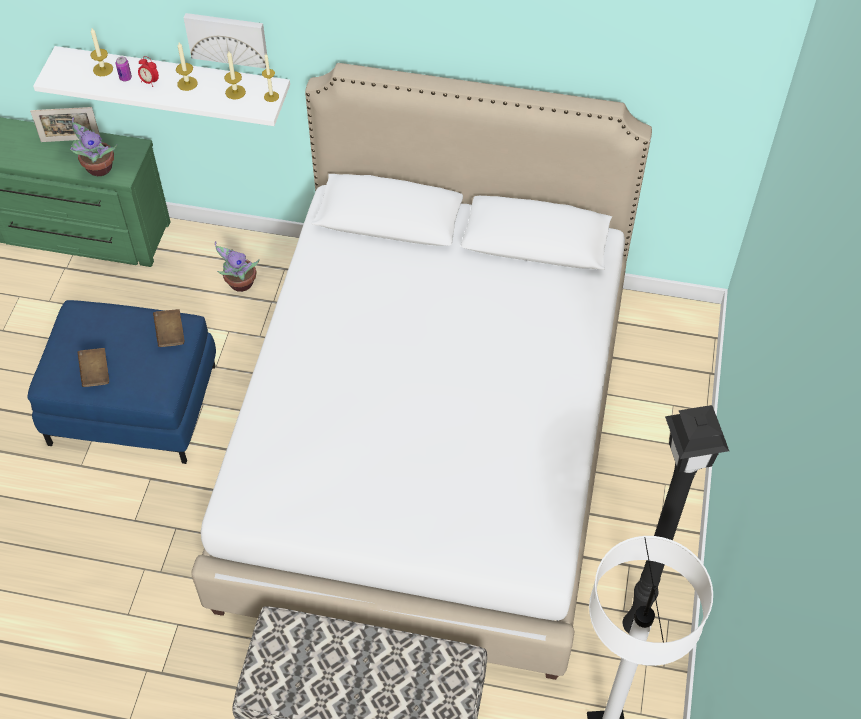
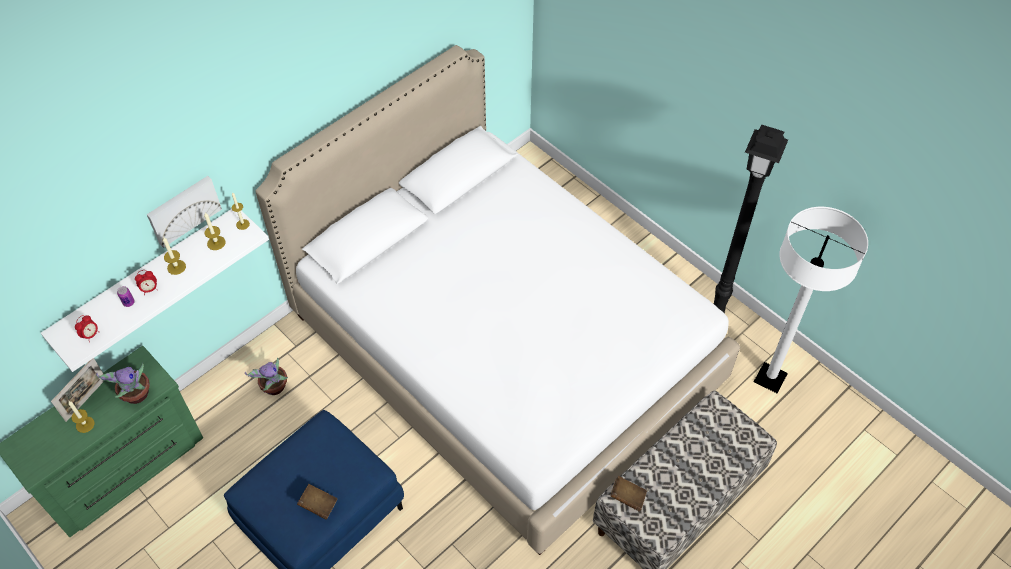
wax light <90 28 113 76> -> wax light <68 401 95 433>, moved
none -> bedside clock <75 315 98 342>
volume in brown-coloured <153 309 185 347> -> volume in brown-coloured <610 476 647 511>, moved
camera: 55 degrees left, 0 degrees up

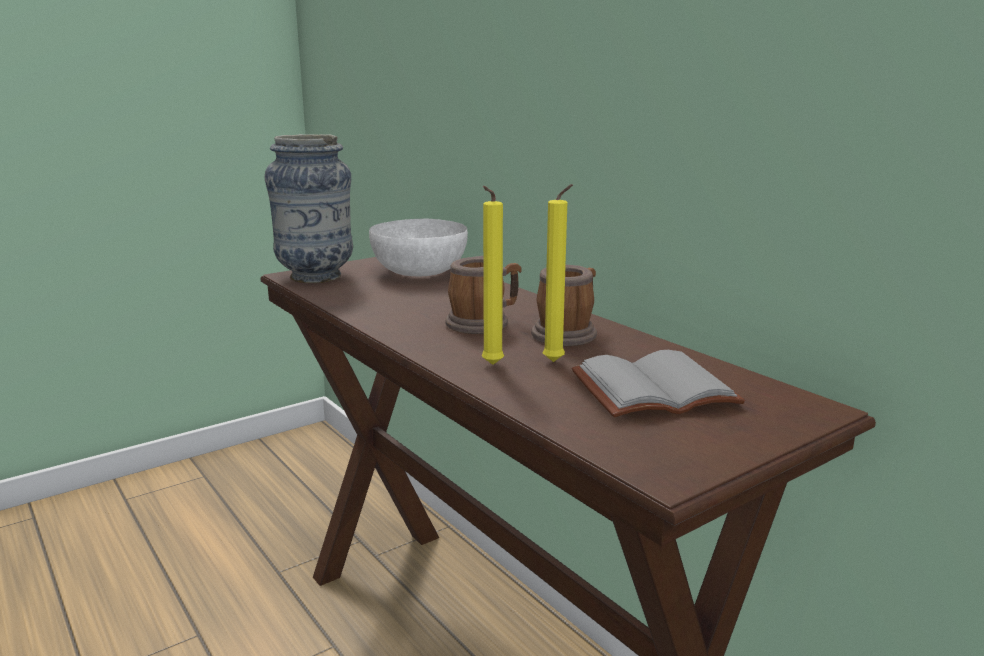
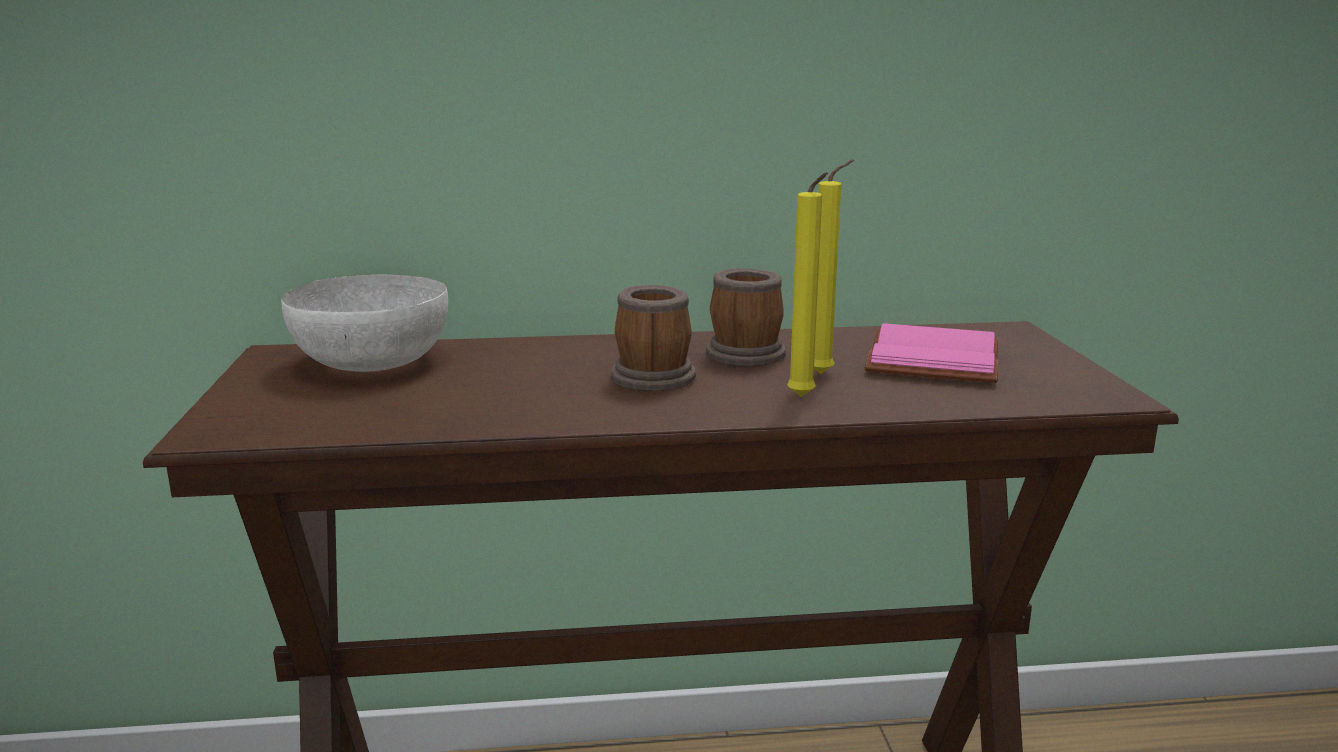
volume in greyish <572 350 745 418> -> volume in pink <865 323 998 383>
vase <265 134 353 283> -> none
camera: 60 degrees left, 0 degrees up

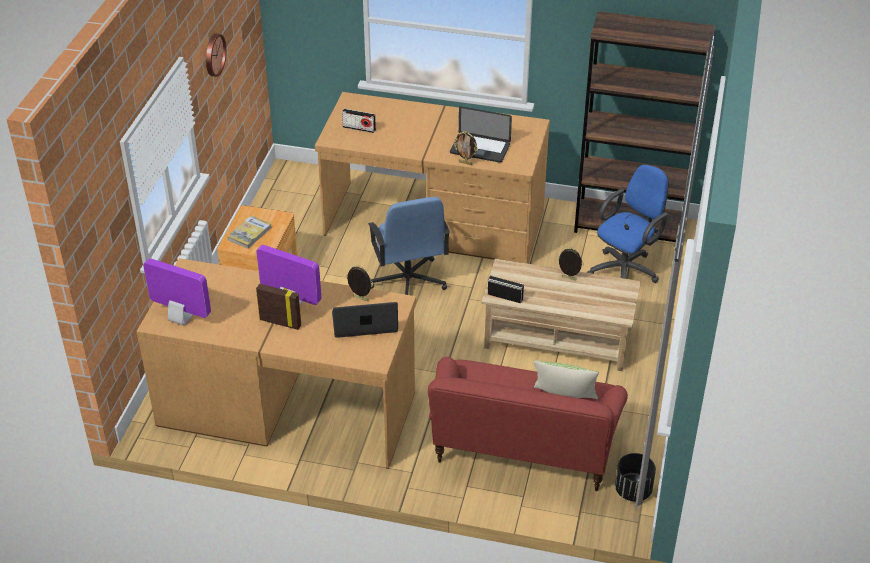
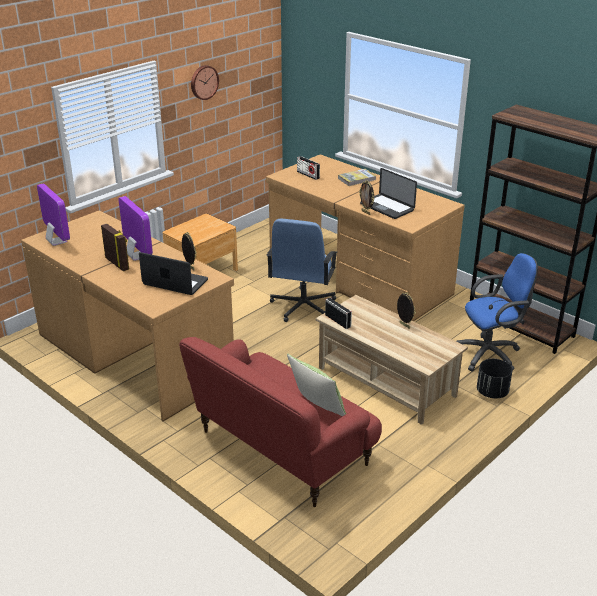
volume <227 215 272 249> -> volume <338 169 376 186>, moved
planter in black-coloured <615 453 656 502> -> planter in black-coloured <477 359 513 399>, moved
camera: 30 degrees right, 10 degrees down

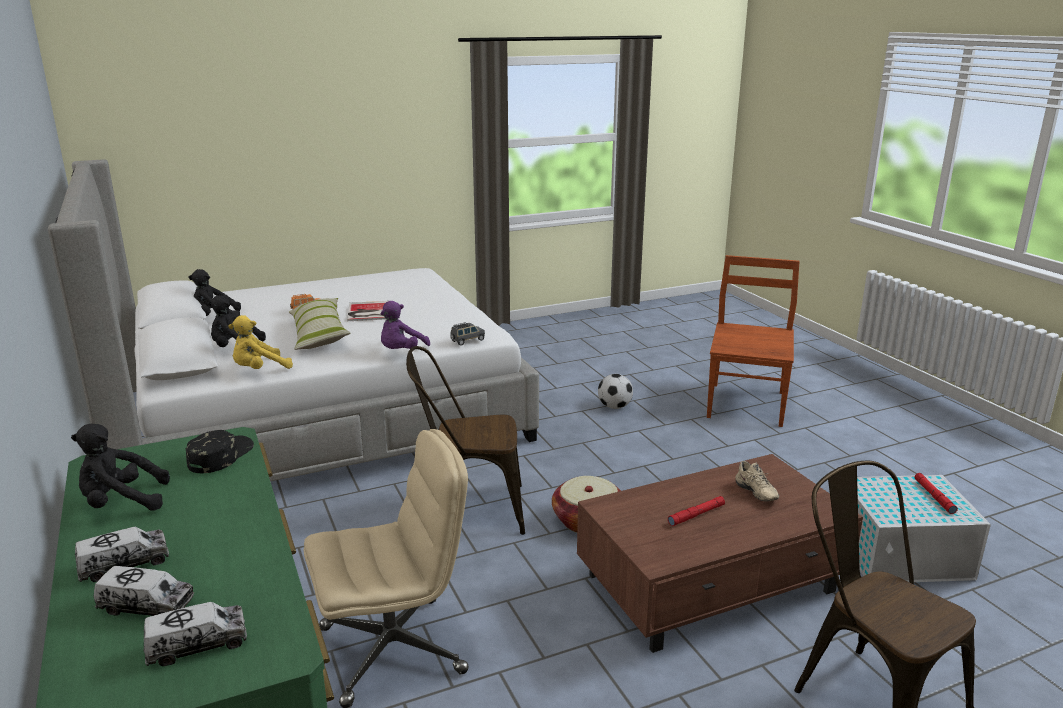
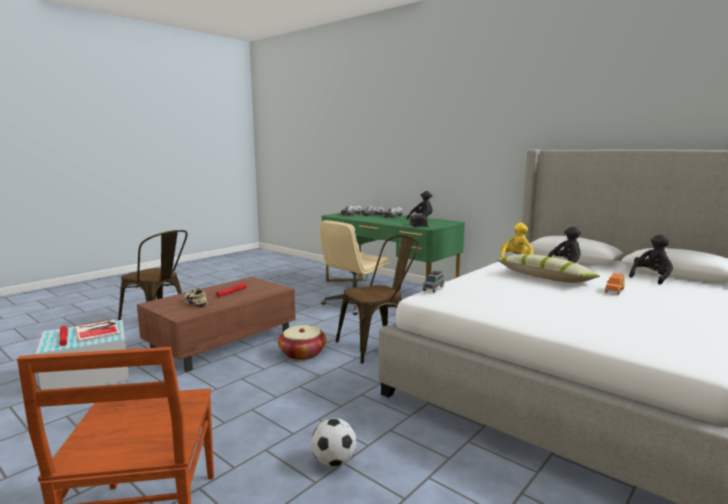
volume <347 301 388 321> -> volume <75 319 120 342>, moved
soft toy in purplish <380 301 430 349> -> none
camera: 155 degrees right, 10 degrees down

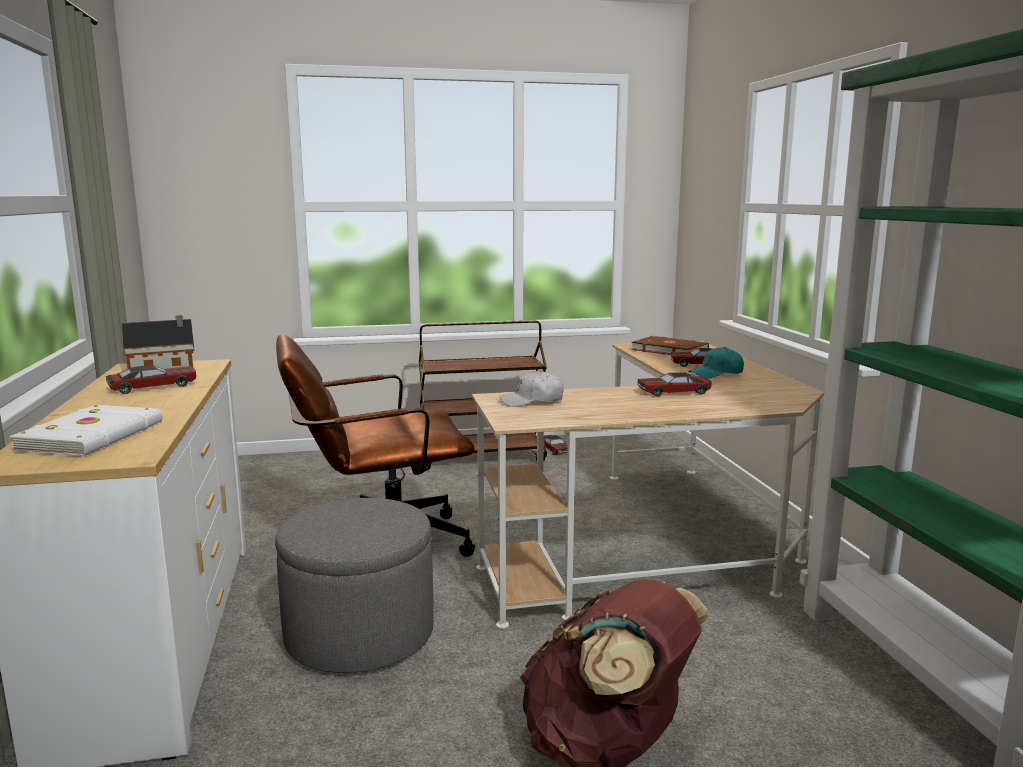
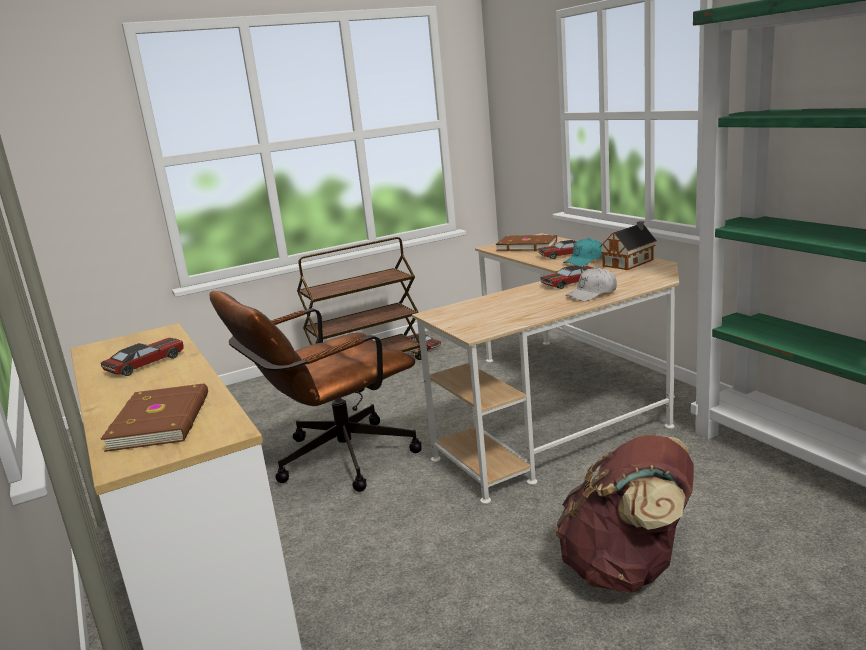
volume in white <9 405 163 456> -> volume in brown-coloured <101 383 208 452>
peaked cap in white <500 370 564 407> -> peaked cap in white <566 267 617 301>, moved
miniature house <122 315 195 369> -> miniature house <599 221 657 270>, moved
footrest in greyish <275 498 434 673> -> none
camera: 15 degrees left, 5 degrees up

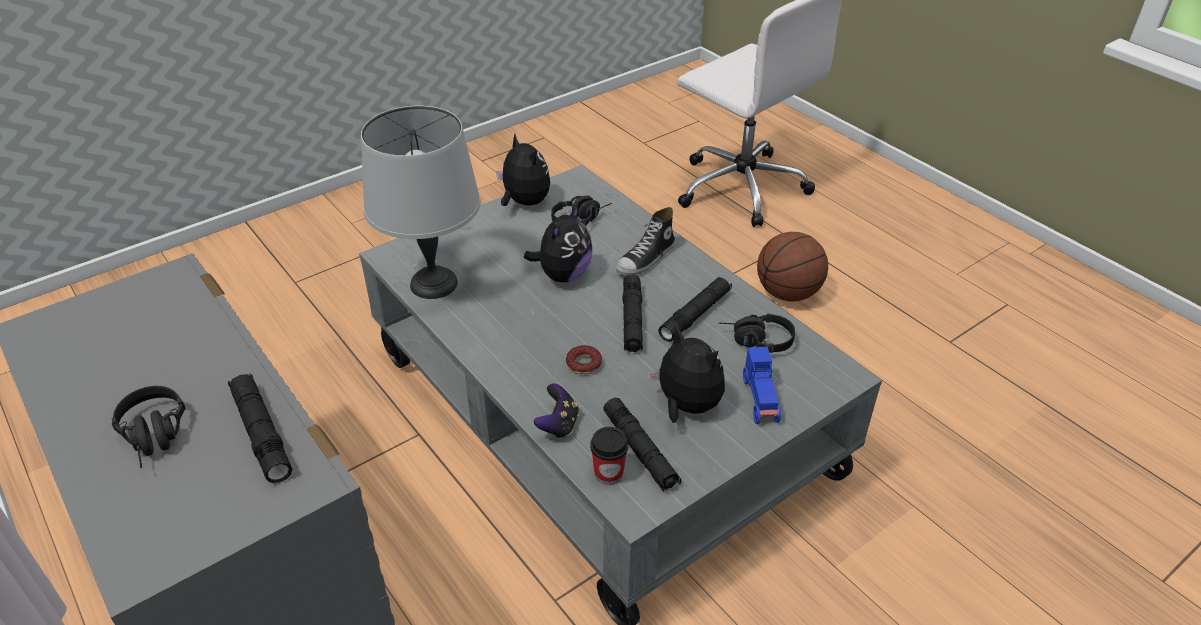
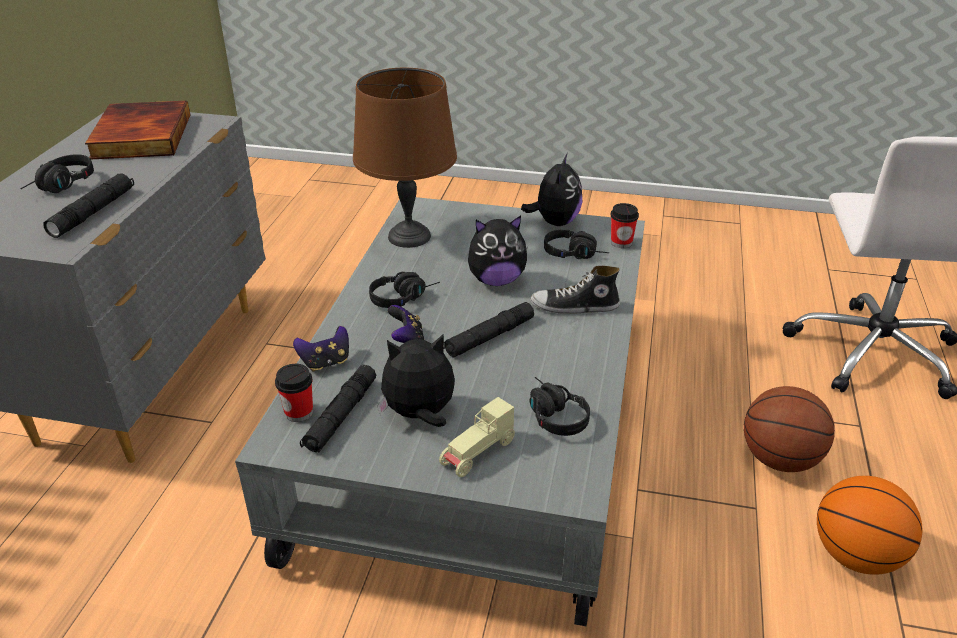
none -> volume <85 101 190 159>
lamp for a table in greyish <361 106 481 299> -> lamp for a table in brown-coloured <353 68 457 248>
none -> headset in black-coloured <369 272 440 308>
soft toy <647 326 725 423> -> soft toy <377 333 455 427>, 105 degrees counterclockwise
ring doughnut <566 345 602 375> -> joypad <388 305 425 343>
toy car in bluish <743 347 781 424> -> toy car in sand-coloured <439 397 515 477>
none -> cup <611 203 639 248>
none -> basketball <817 476 922 575>
torch in black-coloured <658 277 732 342> -> none
camera: 50 degrees right, 5 degrees down

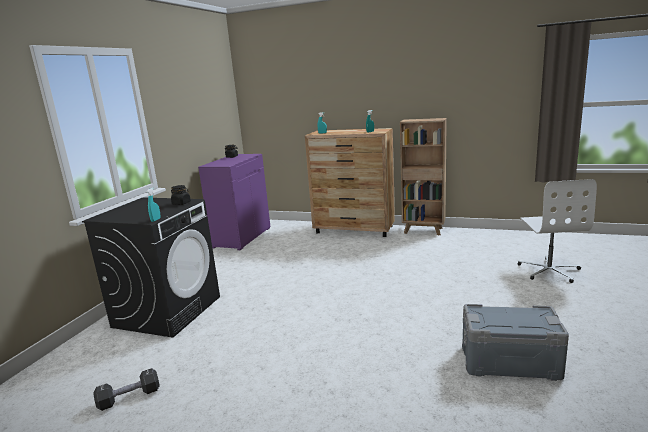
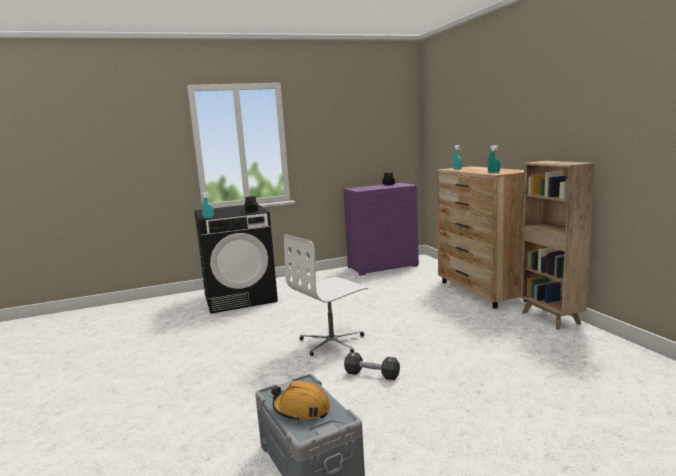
none -> safety helmet in orange <271 381 330 422>
desk chair in white <517 179 597 283> -> desk chair in white <284 234 368 356>, moved
free weight in black-coloured <93 368 160 411> -> free weight in black-coloured <344 352 400 380>, moved
camera: 50 degrees right, 5 degrees down

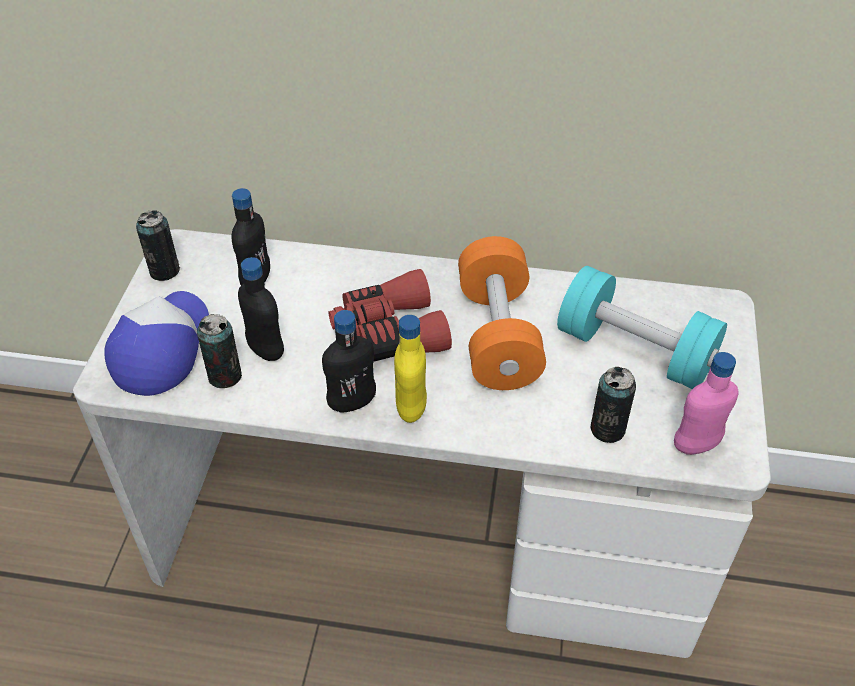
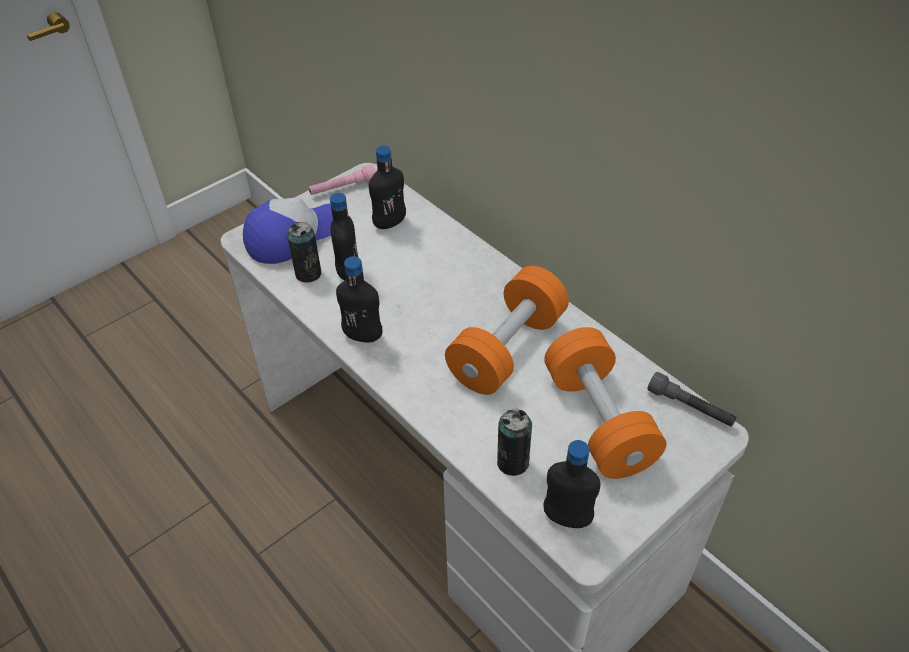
can <136 210 180 281> -> torch in pink <309 164 376 195>
free weight in turquoise <557 266 727 389> -> free weight in orange <544 327 666 479>
beverage bottle in pink <674 352 739 455> -> beverage bottle in black-coloured <544 440 600 528>
none -> torch in greyish <647 372 737 427>
pair of binoculars in reddish <329 269 452 362> -> none
beverage bottle in yellow-coloured <394 315 427 423> -> none
camera: 40 degrees right, 0 degrees up

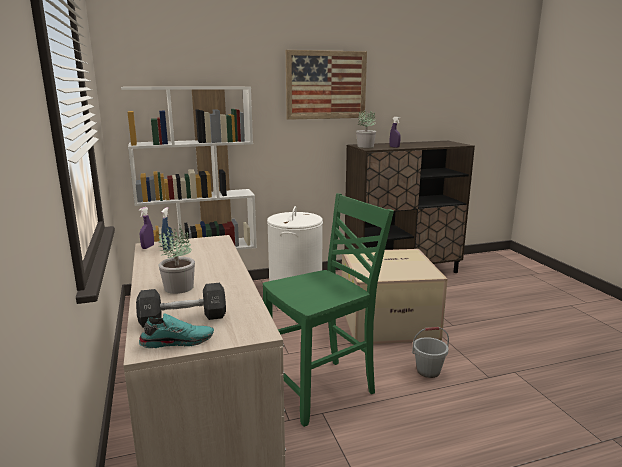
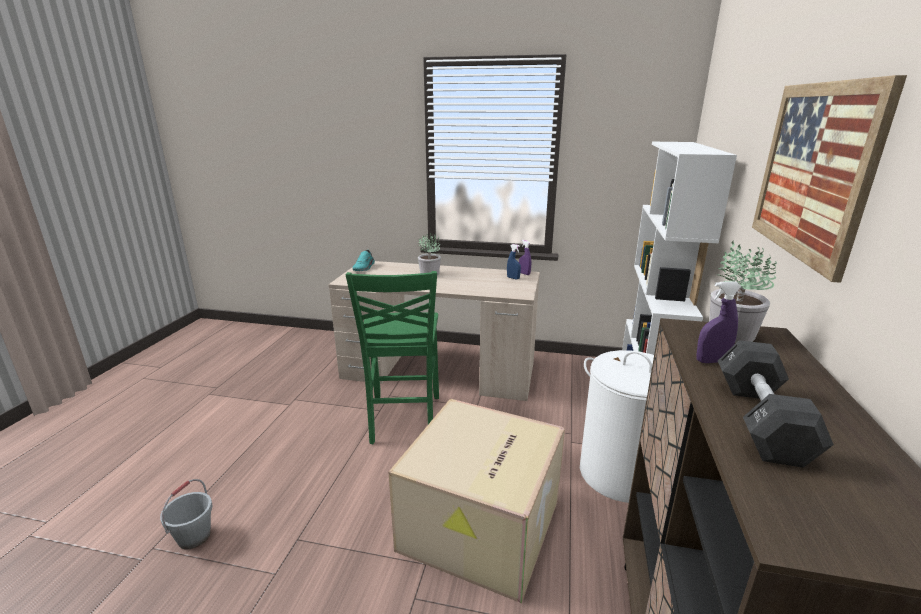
pail in greyish <412 327 449 378> -> pail in greyish <160 479 213 549>, moved
free weight in black-coloured <136 283 226 328> -> free weight in black-coloured <718 340 834 468>, moved
camera: 120 degrees right, 5 degrees up

